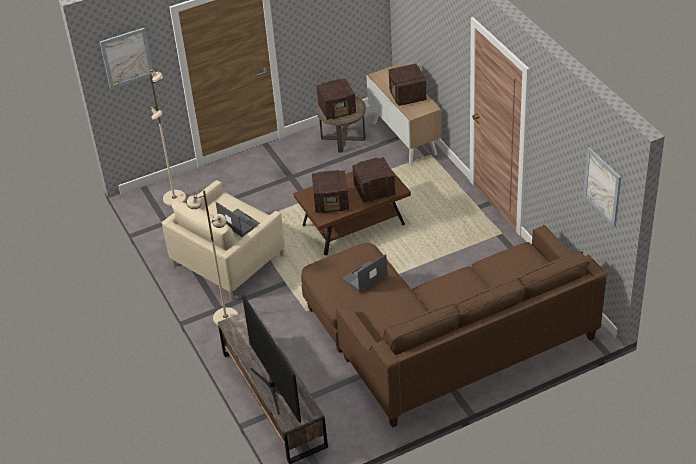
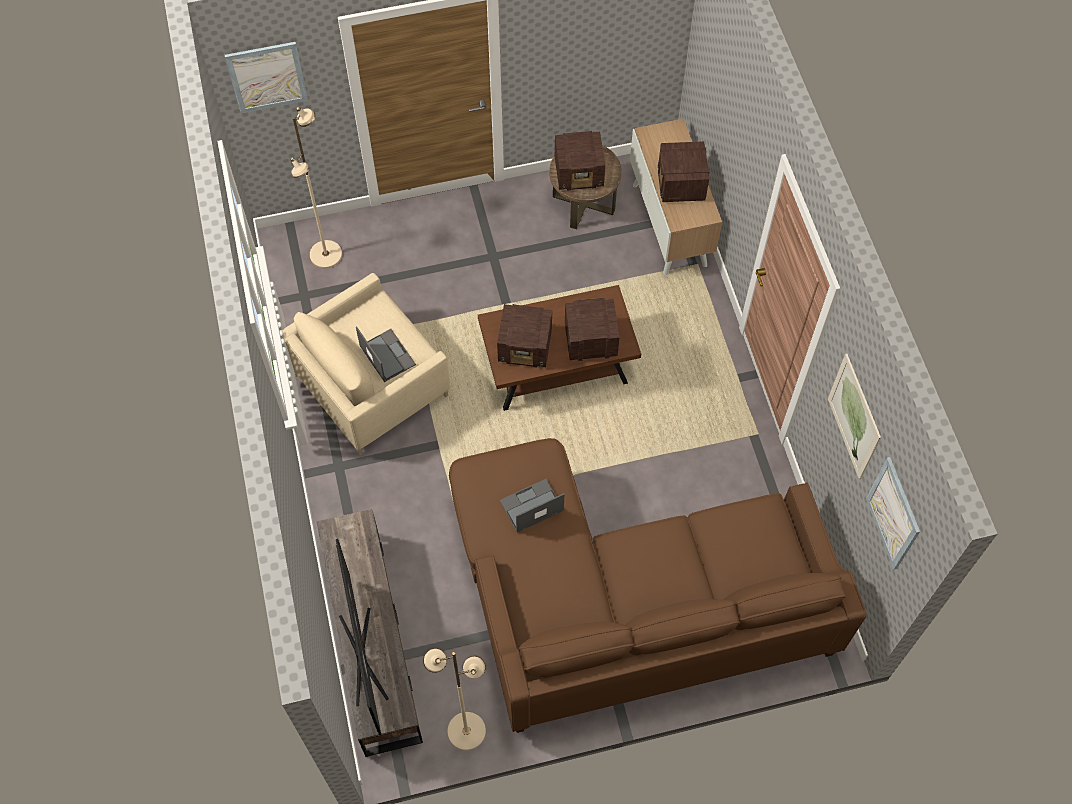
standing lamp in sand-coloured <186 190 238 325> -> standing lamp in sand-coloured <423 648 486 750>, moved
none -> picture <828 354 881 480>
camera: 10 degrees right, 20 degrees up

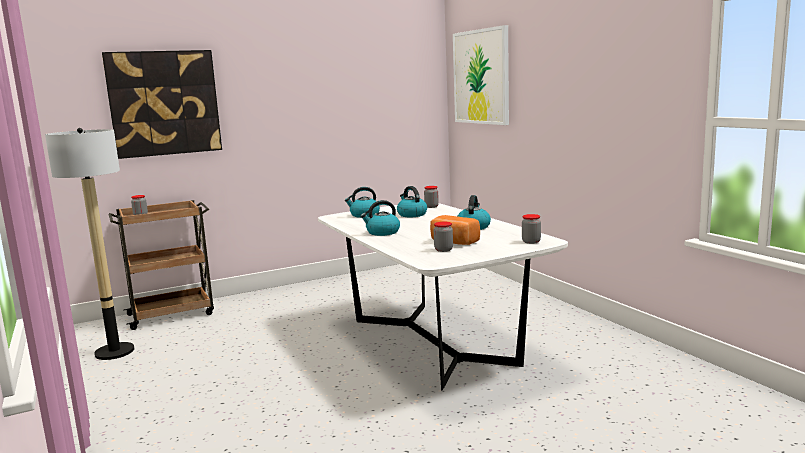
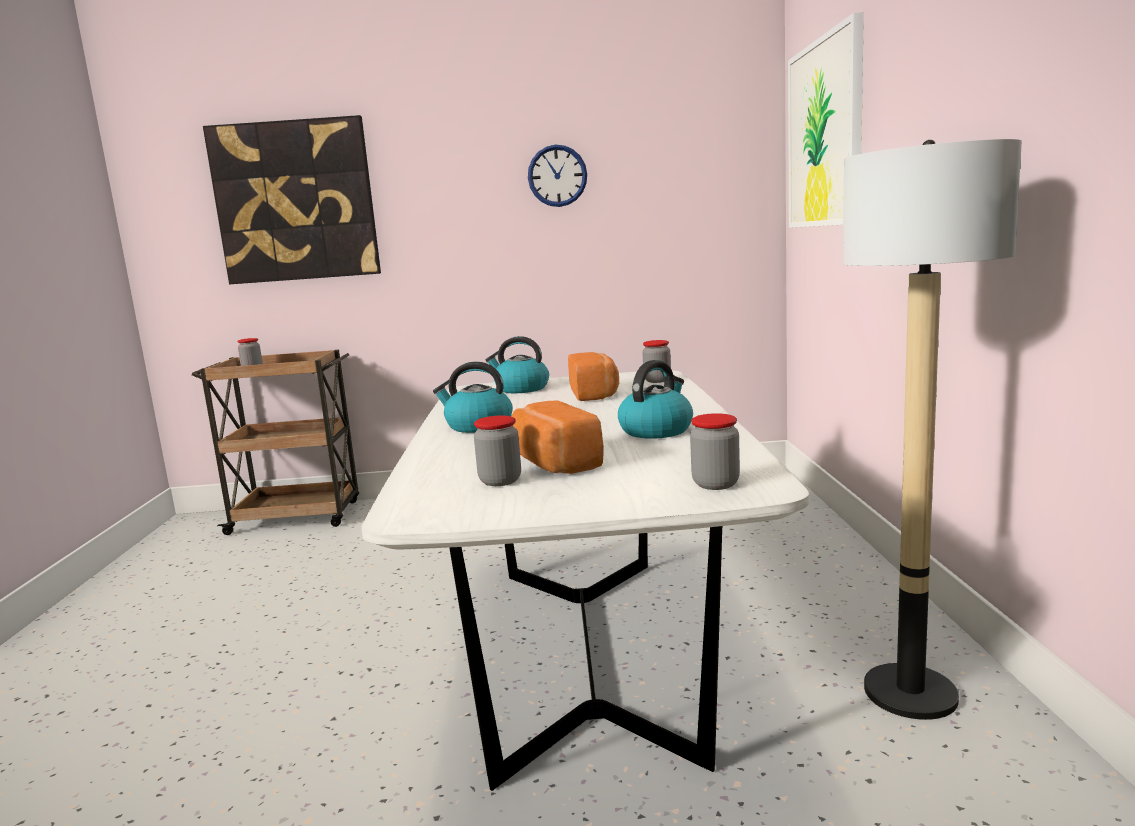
none -> wall clock <528 145 587 207>
kettle <397 186 427 217> -> baked bread <568 352 619 401>
standing lamp <45 128 134 360> -> standing lamp <843 139 1022 720>, moved
camera: 25 degrees right, 0 degrees up

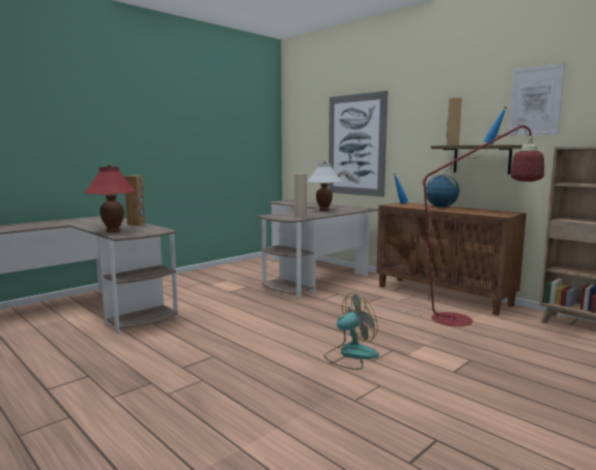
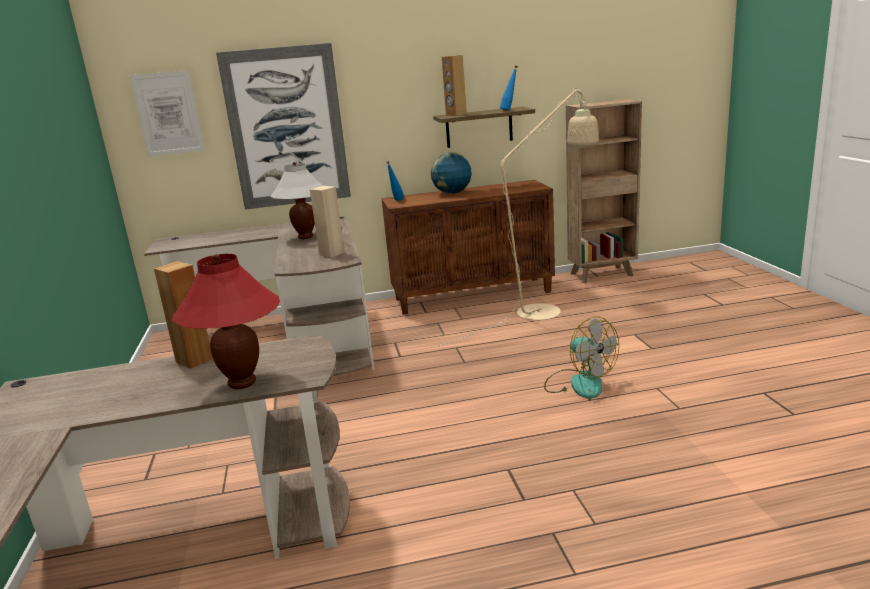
picture <508 63 565 136> -> picture <129 70 205 157>, moved
standing lamp in reddish <349 124 544 327> -> standing lamp in sand-coloured <440 88 599 346>
fan <324 293 379 370> -> fan <544 316 619 399>, 135 degrees clockwise
camera: 55 degrees left, 10 degrees up

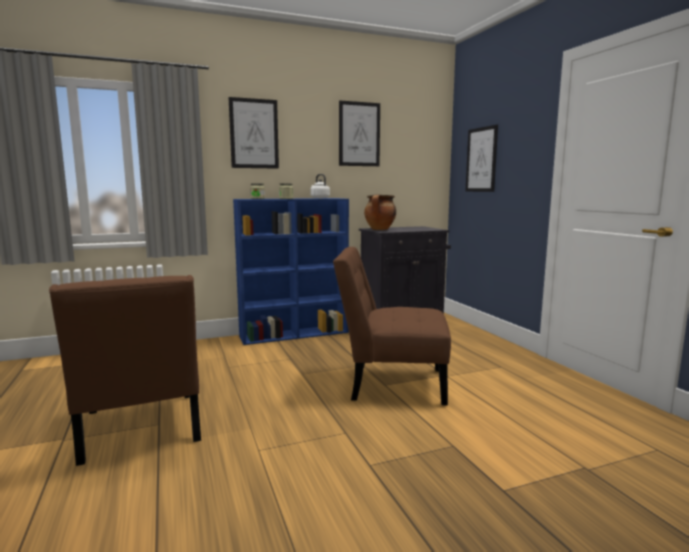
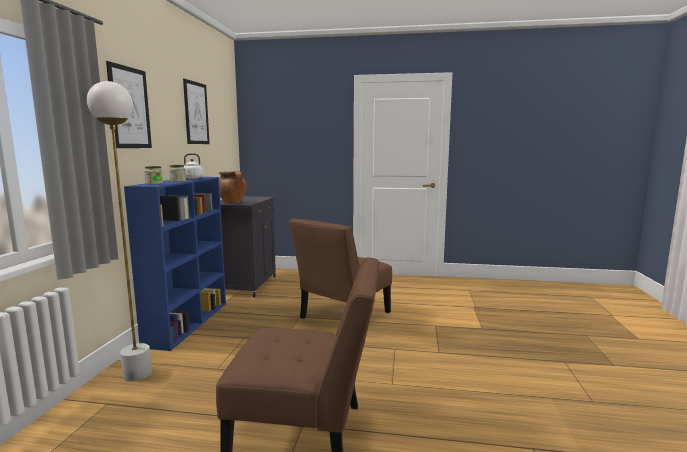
none -> standing lamp in white <87 81 152 382>
picture <465 125 498 192> -> none
camera: 60 degrees left, 0 degrees up

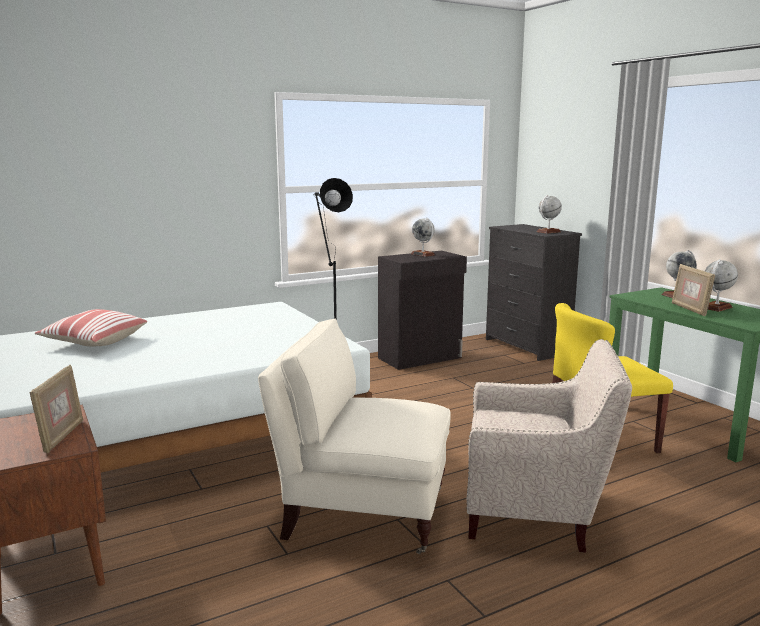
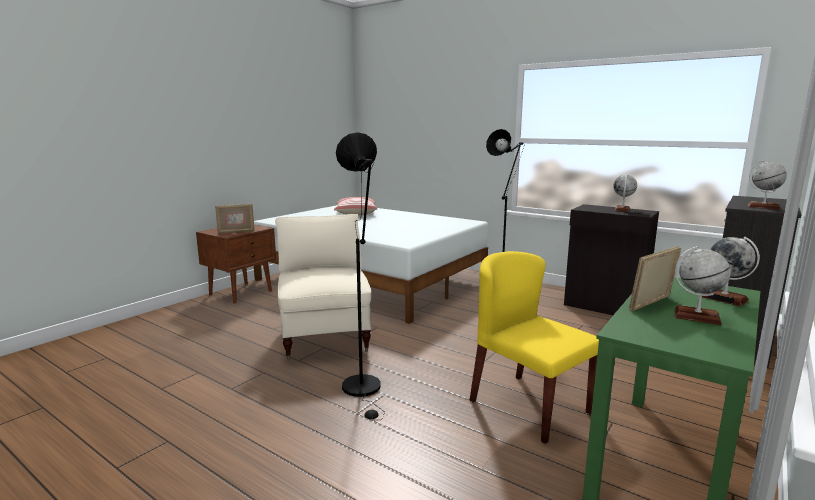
easy chair in sand-coloured <466 339 632 553> -> standing lamp in black-coloured <336 132 385 421>
camera: 65 degrees right, 0 degrees up

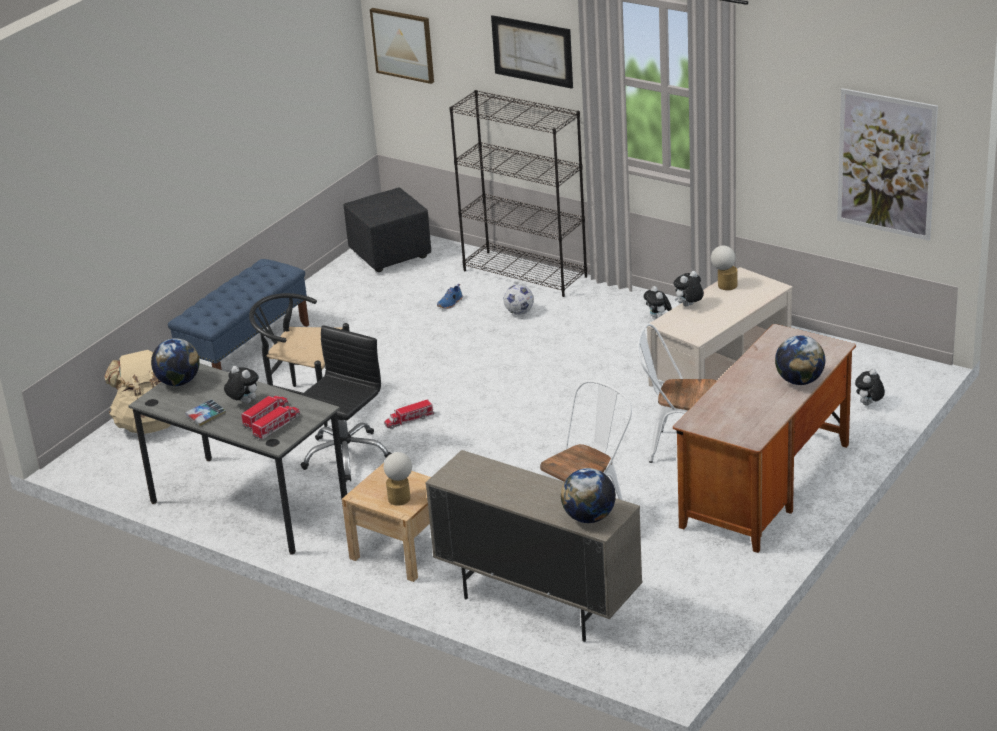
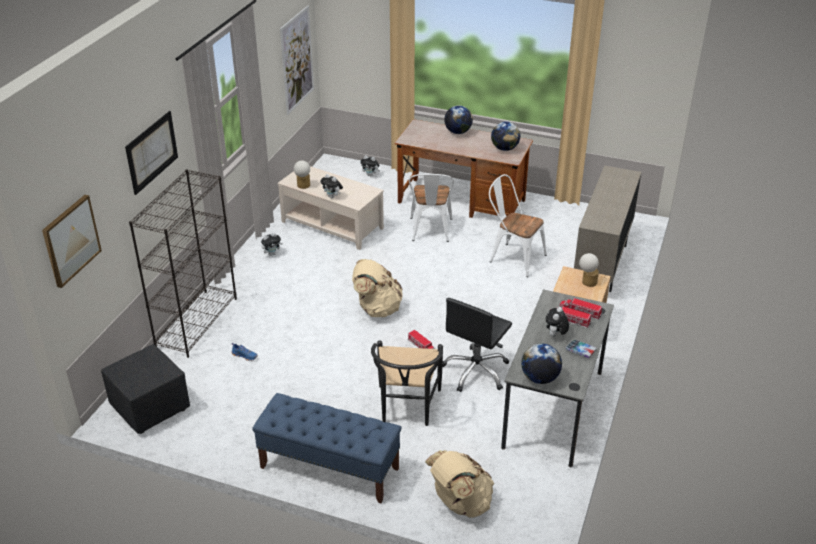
none -> backpack in sand-coloured <352 259 403 317>
desk chair in black-coloured <300 325 392 482> -> desk chair in black-coloured <442 298 512 392>, 75 degrees counterclockwise
globe <561 468 616 523> -> globe <491 121 520 151>, moved
ball for football <503 285 534 315> -> none
camera: 105 degrees left, 5 degrees up

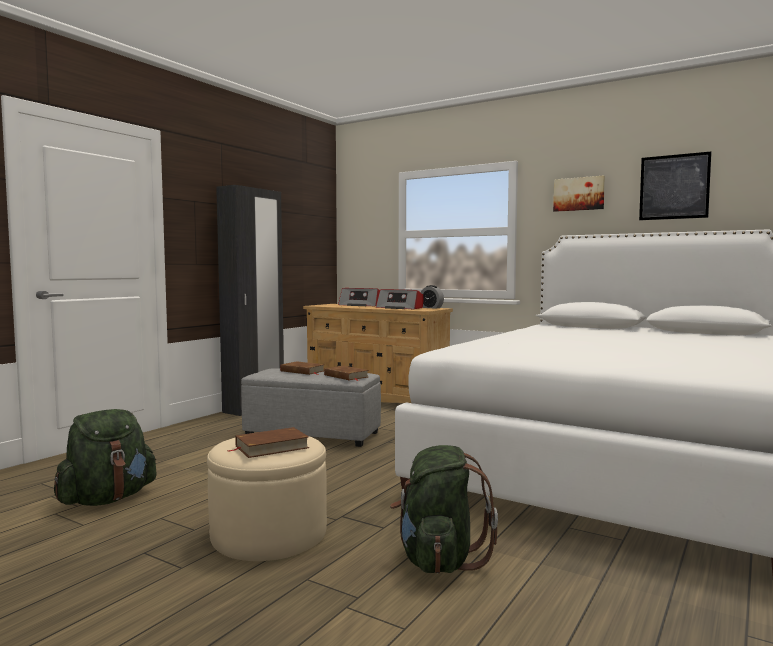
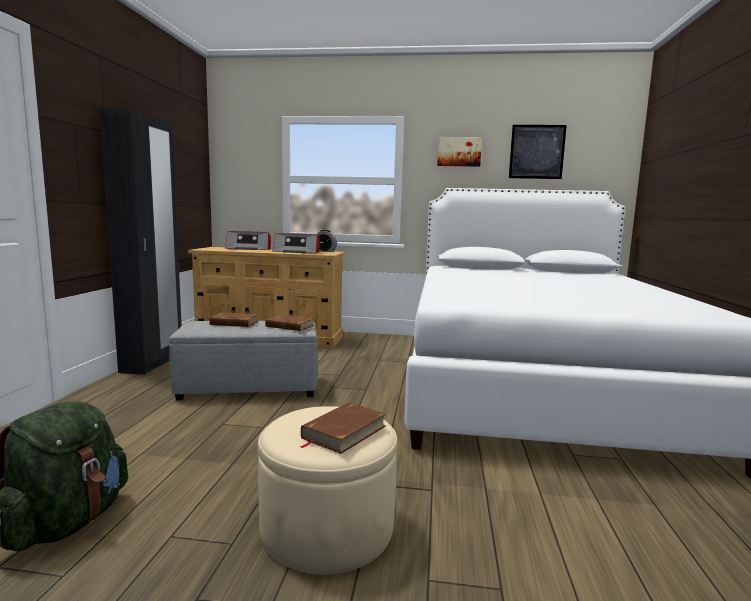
backpack in green <390 445 498 574> -> none
camera: 25 degrees left, 5 degrees up

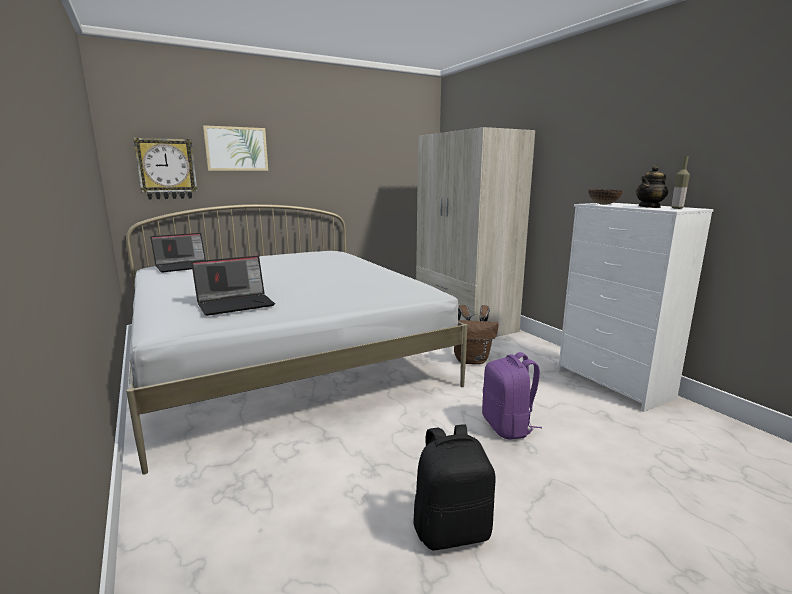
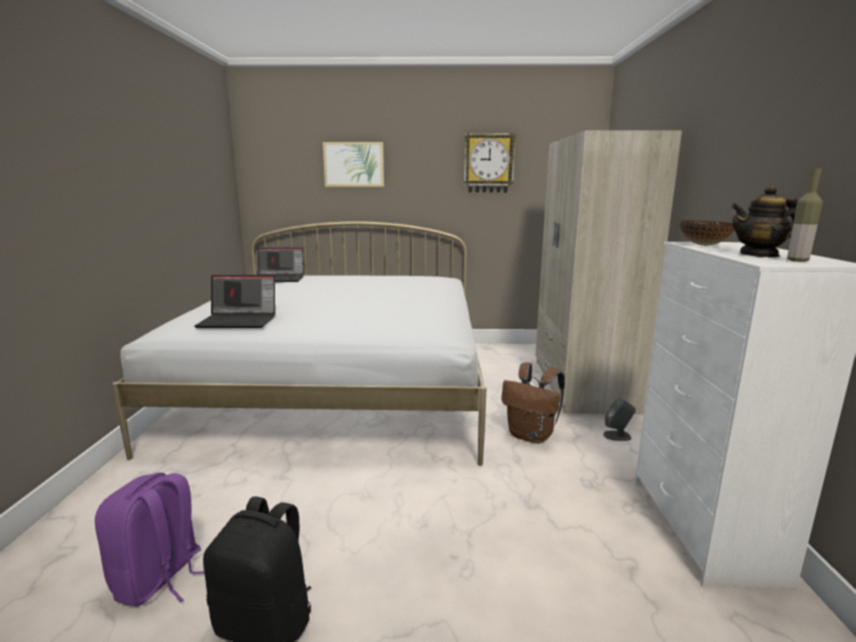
backpack in purplish <482 352 542 440> -> backpack in purplish <95 472 204 607>, moved
wall clock <133 137 197 200> -> wall clock <464 133 516 193>, moved
none -> loudspeaker in greyish <603 398 636 441>
camera: 30 degrees right, 0 degrees up

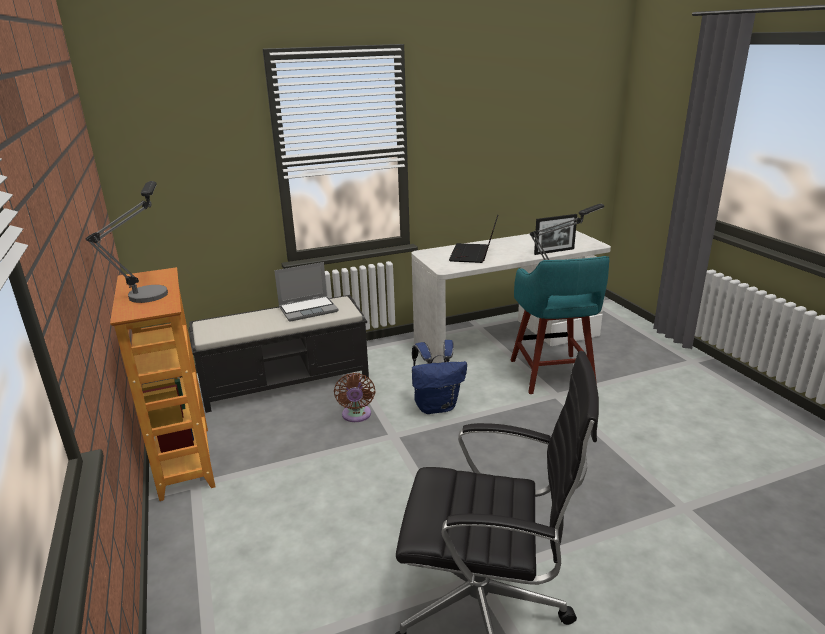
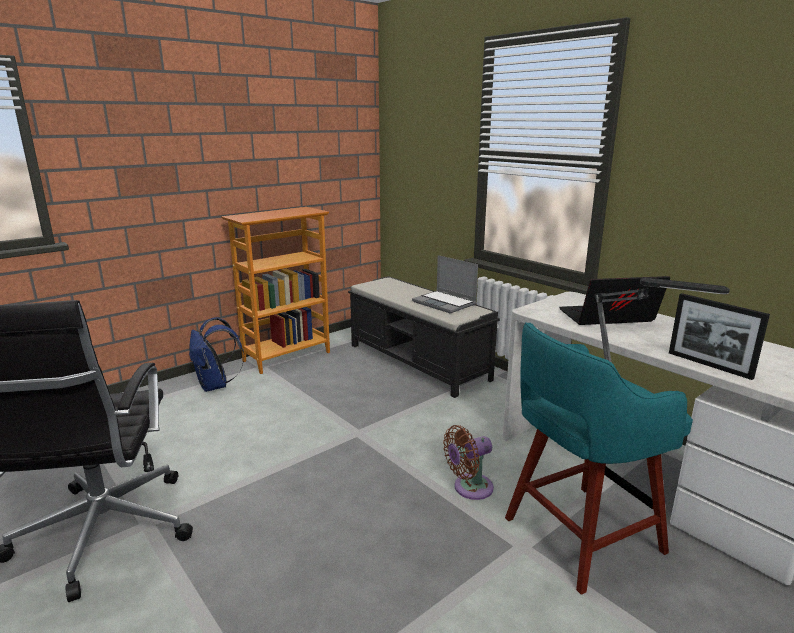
backpack in bluish <412 340 467 414> -> backpack in bluish <189 317 245 392>, moved
fan in brown-coloured <334 373 375 422> -> fan in brown-coloured <443 425 494 500>, moved
lamp for a table <86 181 168 303> -> none
camera: 70 degrees right, 5 degrees down

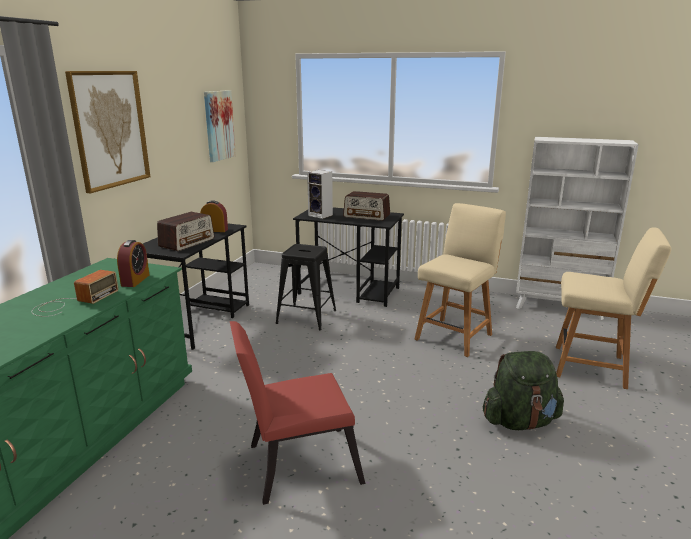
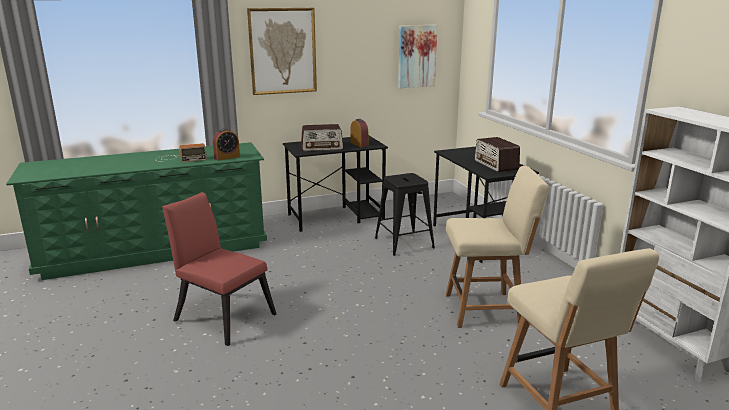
loudspeaker <307 170 333 219> -> none
backpack in green <483 351 564 430> -> none
camera: 50 degrees right, 0 degrees up

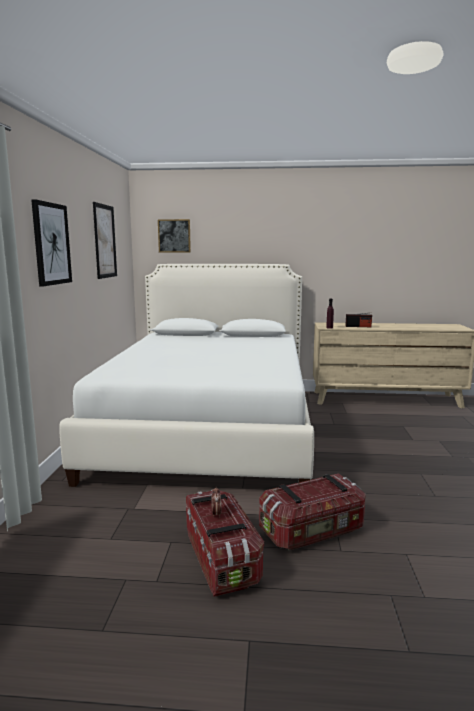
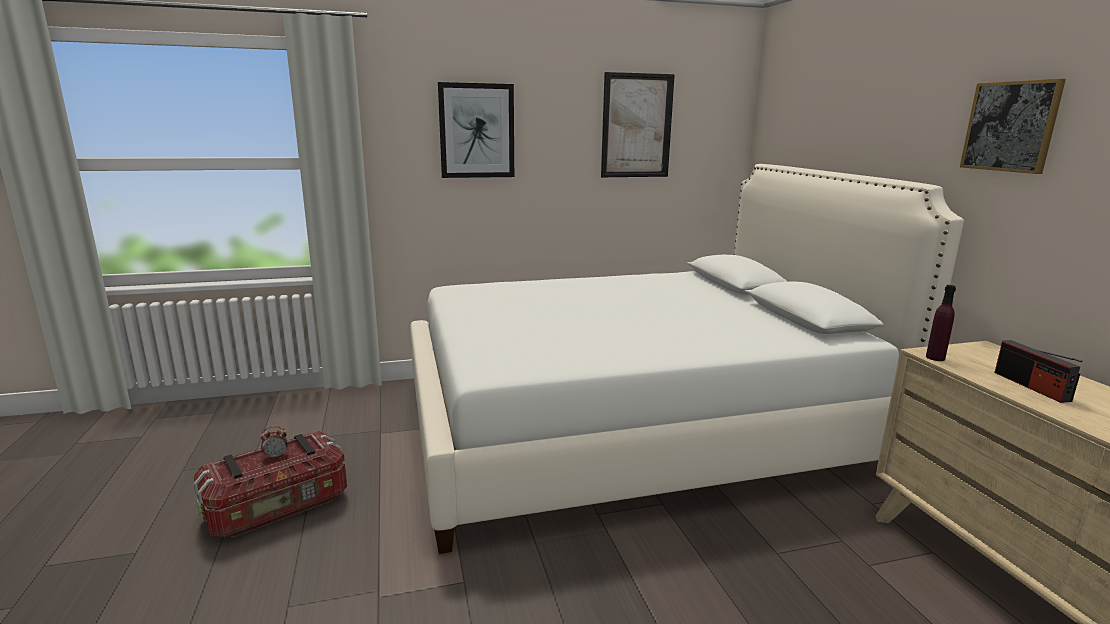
picture <158 219 191 253> -> picture <960 79 1066 174>, moved
storage box <259 473 366 551> -> none
camera: 70 degrees right, 5 degrees up

